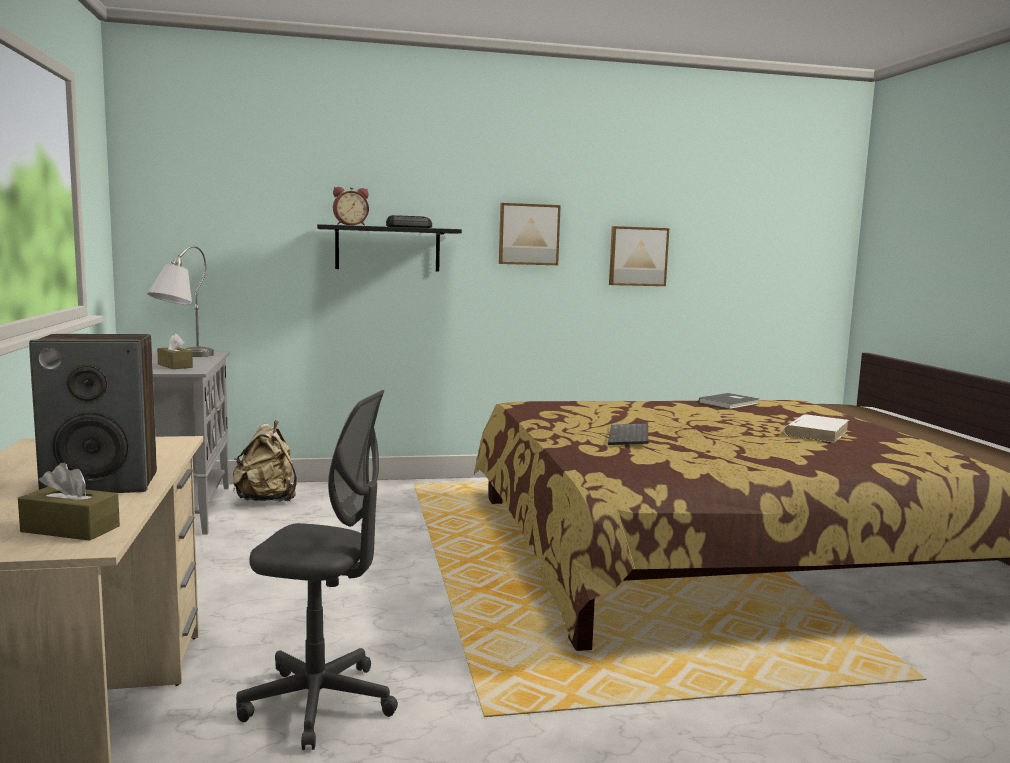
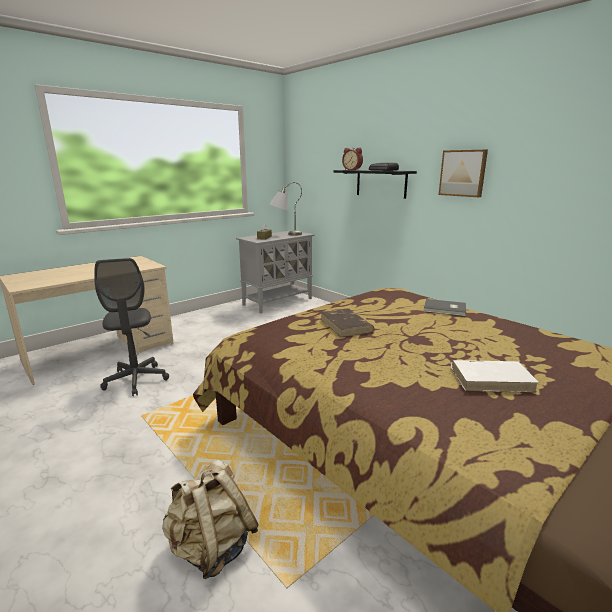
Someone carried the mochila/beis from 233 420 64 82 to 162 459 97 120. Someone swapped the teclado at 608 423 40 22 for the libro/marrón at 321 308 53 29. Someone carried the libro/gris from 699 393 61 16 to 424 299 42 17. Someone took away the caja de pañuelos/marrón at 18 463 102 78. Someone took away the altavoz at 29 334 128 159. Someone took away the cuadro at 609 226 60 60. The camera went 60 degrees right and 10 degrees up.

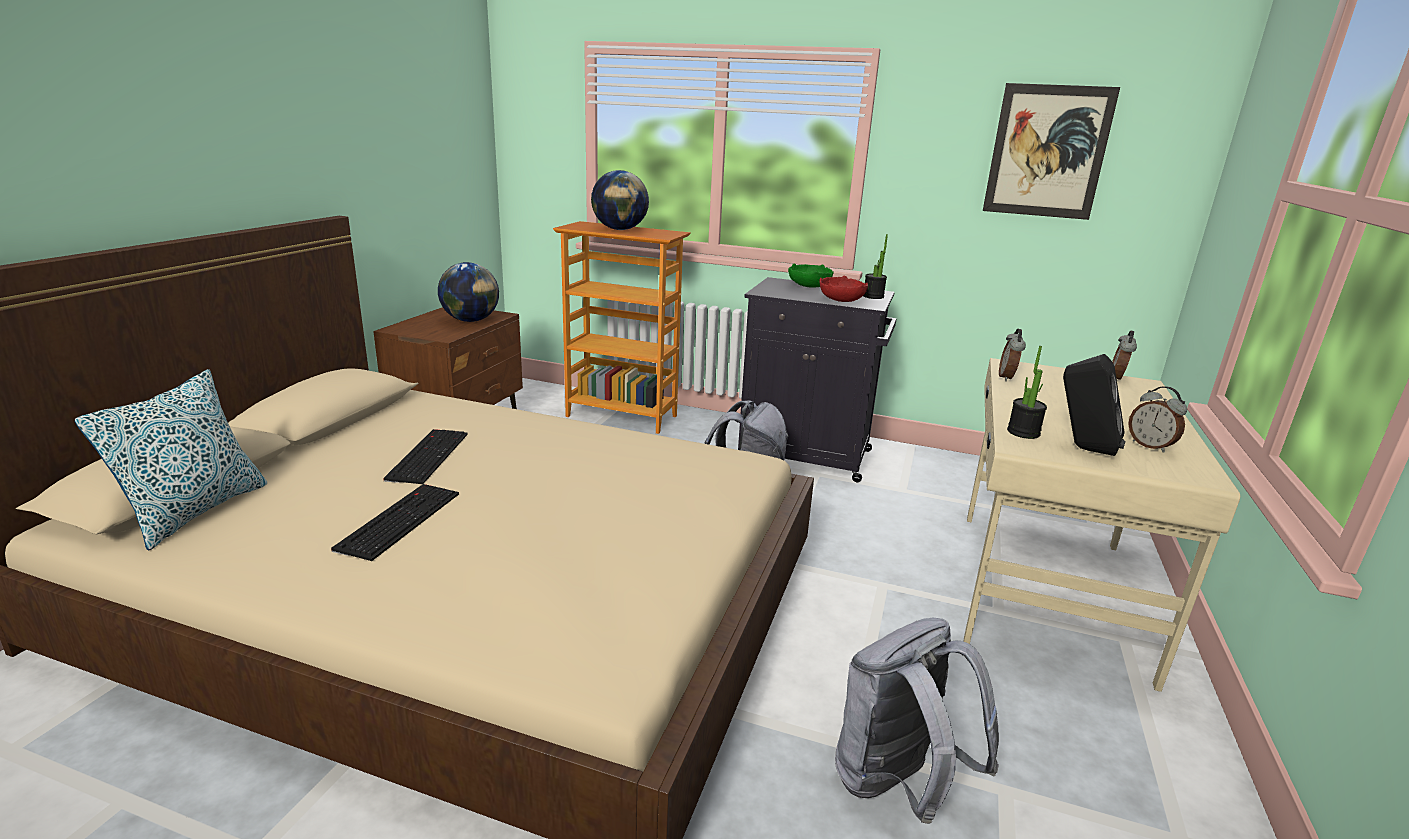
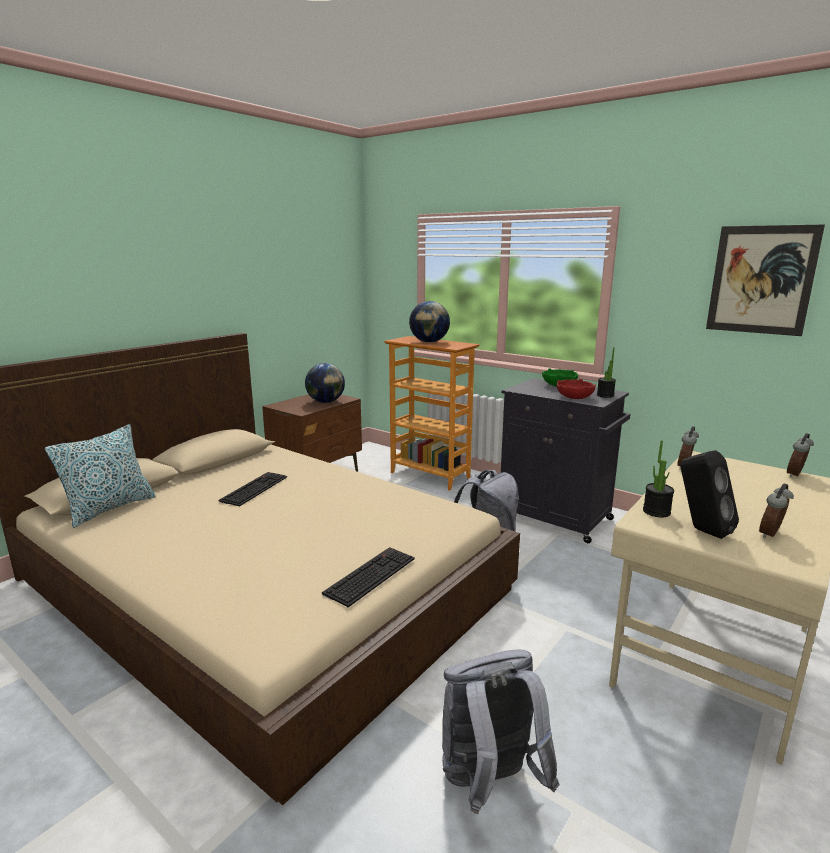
Someone carried the teclado from 331 484 128 77 to 322 547 93 60. Someone rotated the despertador at 1128 386 59 67 by 60 degrees clockwise. The camera went 20 degrees right and 5 degrees down.

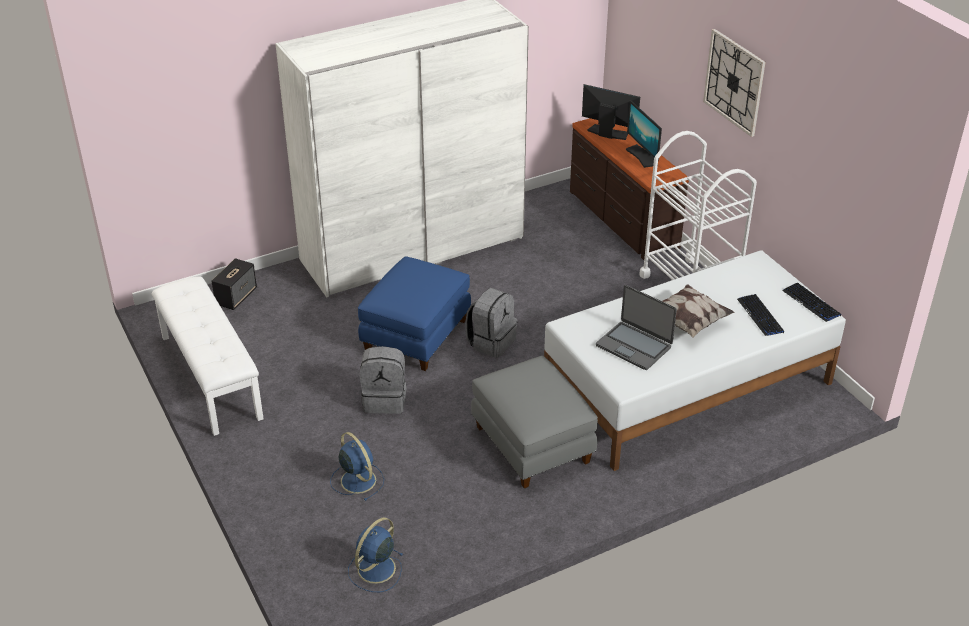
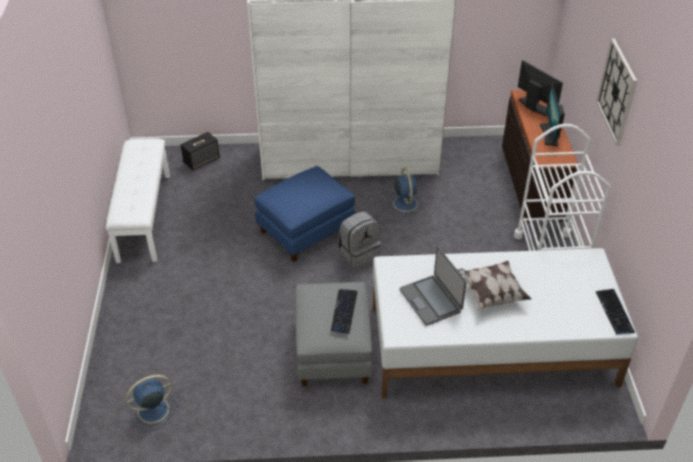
Someone carried the teclado from 737 294 47 42 to 331 289 26 44. Someone carried the ventilador/azul from 330 432 54 69 to 387 168 36 49. Someone took away the mochila/gris at 360 346 47 68. The camera went 25 degrees right and 5 degrees up.

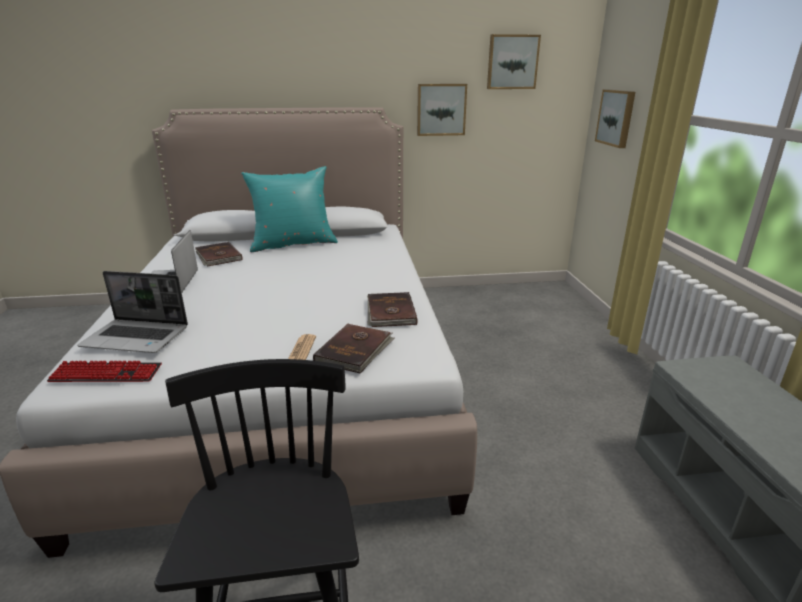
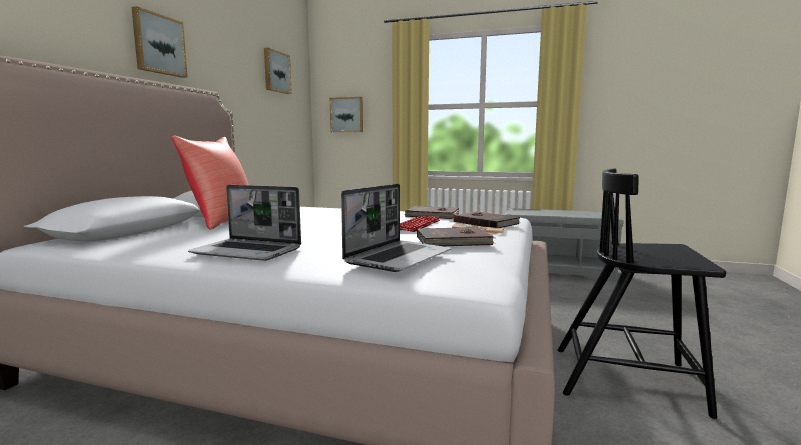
Someone carried the cuadro from 417 84 50 52 to 132 6 56 72. Someone repainted the cojín/turquesa at 241 166 97 86, which became the cojín/rojo at 172 136 77 94. Someone carried the teclado from 47 361 115 21 to 400 215 40 17. Someone carried the libro/marrón from 195 242 48 25 to 417 227 78 19. The camera went 65 degrees left and 15 degrees down.

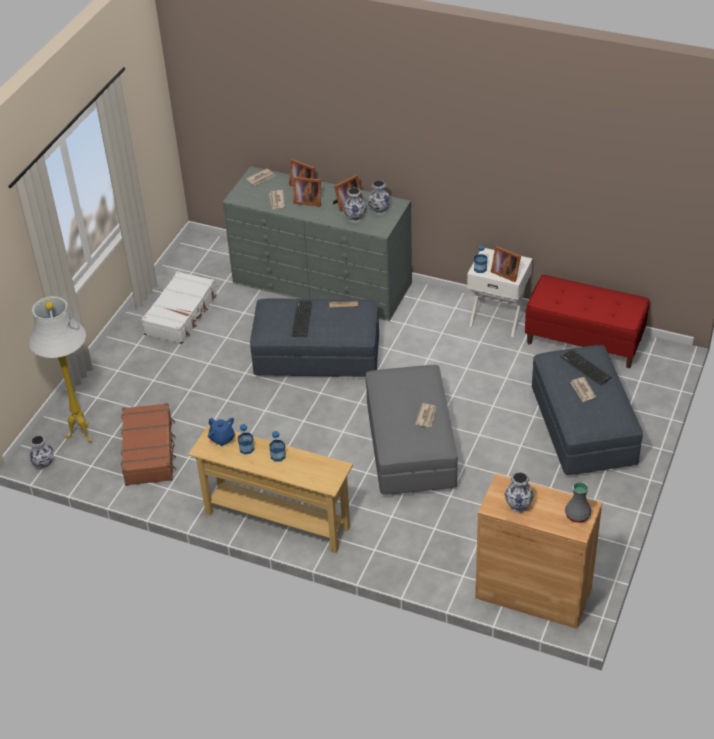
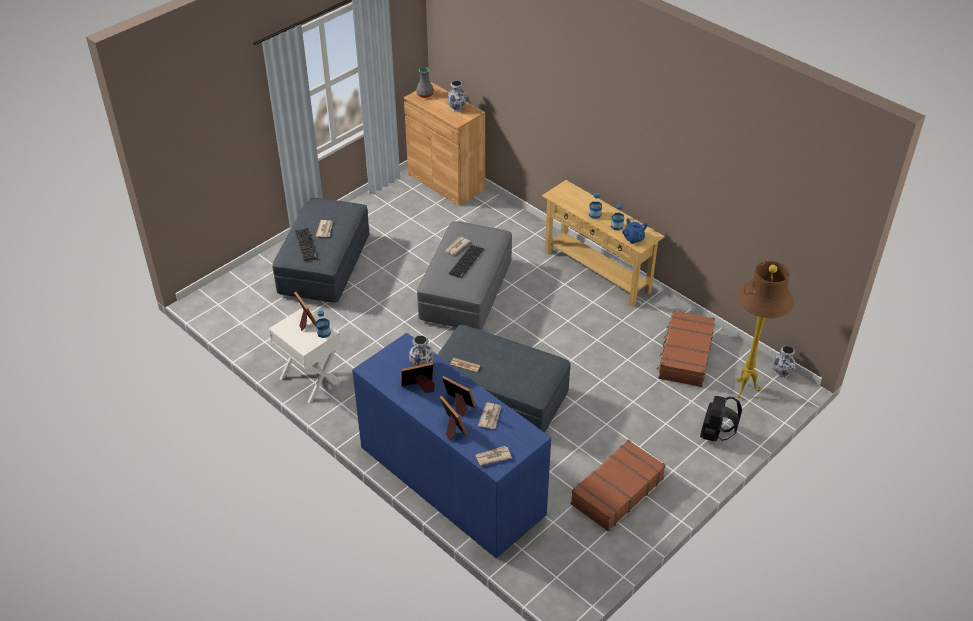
Someone repainted the cómoda/gris at 223 166 189 155, which became the cómoda/azul at 352 333 199 226. Someone carried the teclado from 292 301 20 36 to 449 245 35 33. Someone repainted the maleta/blanco at 141 271 76 73, which became the maleta/marrón at 571 440 95 91. Someone put down the mochila/negro at 700 396 42 45. Someone repainted the lámpara de pie/blanco at 29 296 63 147, which became the lámpara de pie/marrón at 736 261 58 137. Someone took away the florero at 368 180 23 35. Someone took away the banco/rojo at 525 275 125 93. The camera went 160 degrees left and 0 degrees up.

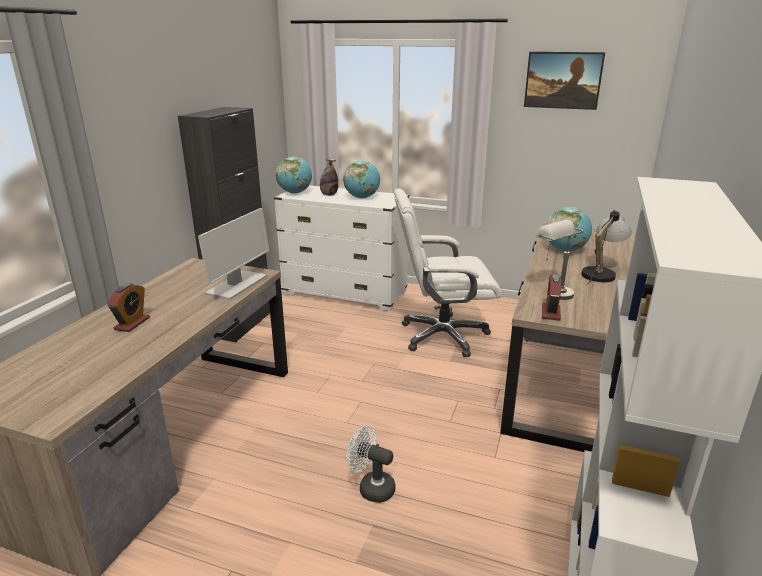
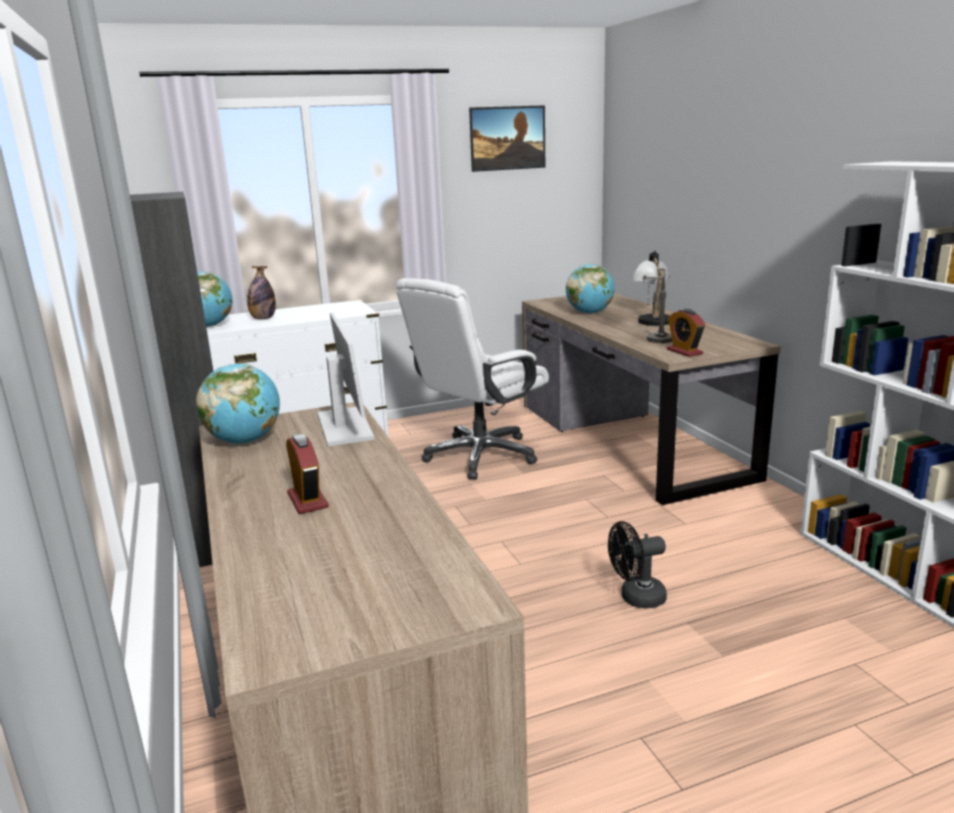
Someone carried the globo terráqueo from 343 160 37 39 to 196 363 84 81. Someone repainted the ventilador/blanco at 346 425 49 78, which became the ventilador/negro at 608 521 59 88. The camera went 40 degrees left and 5 degrees down.

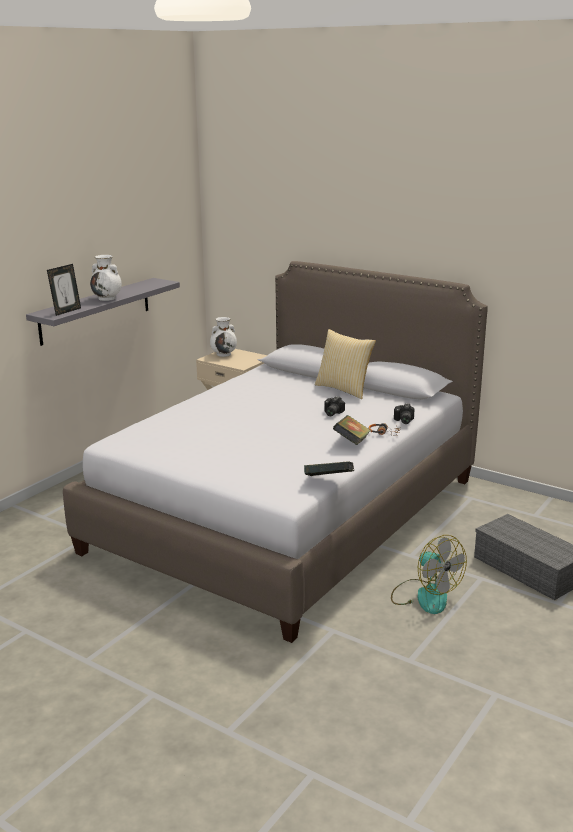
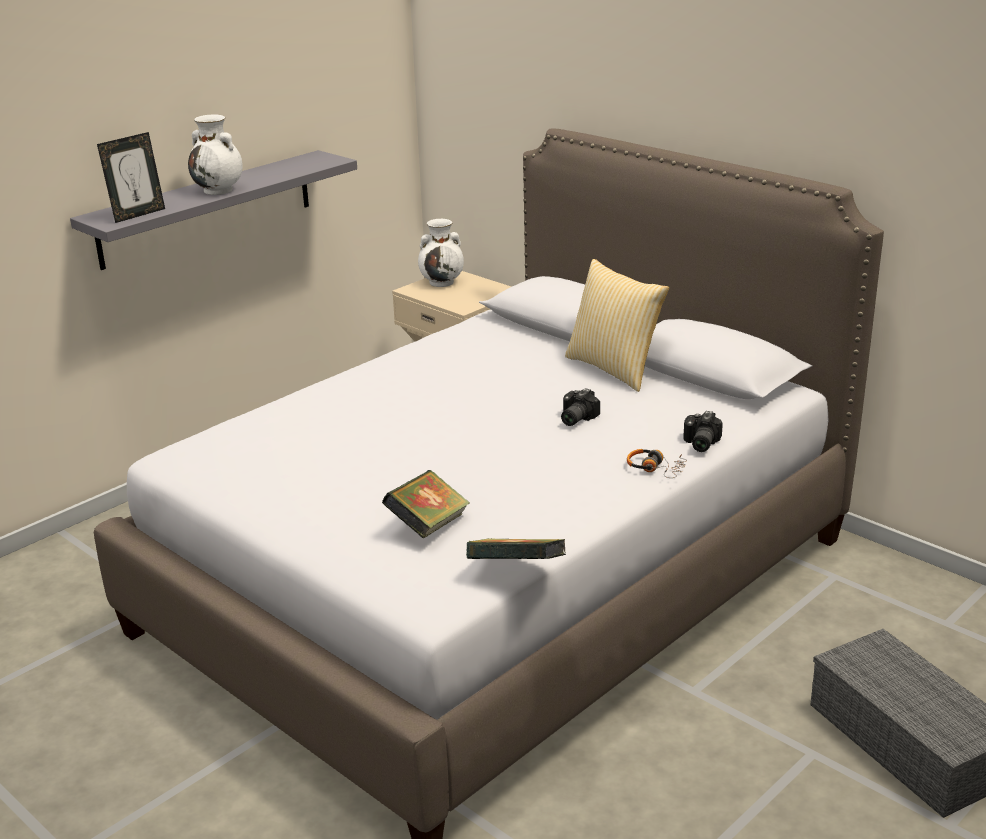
Someone carried the libro from 333 415 38 30 to 382 470 88 68. Someone took away the ventilador at 391 535 76 79. The camera went 10 degrees right and 5 degrees up.

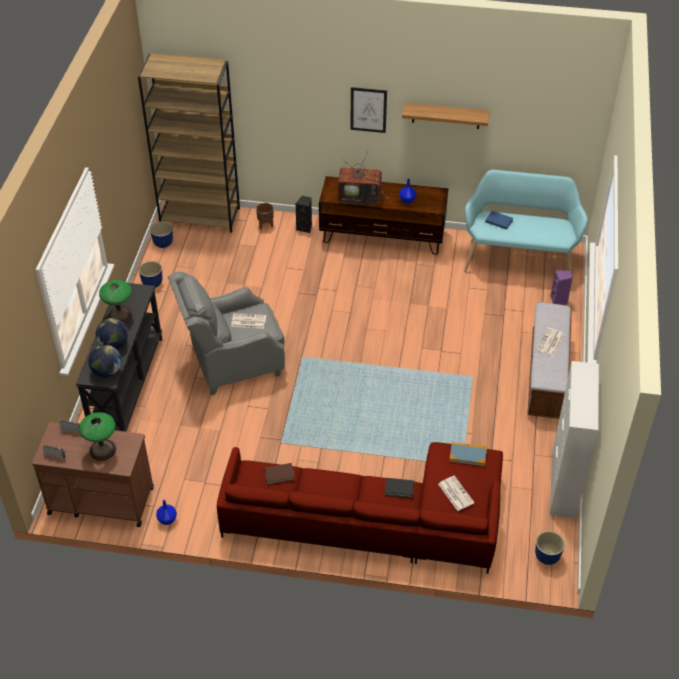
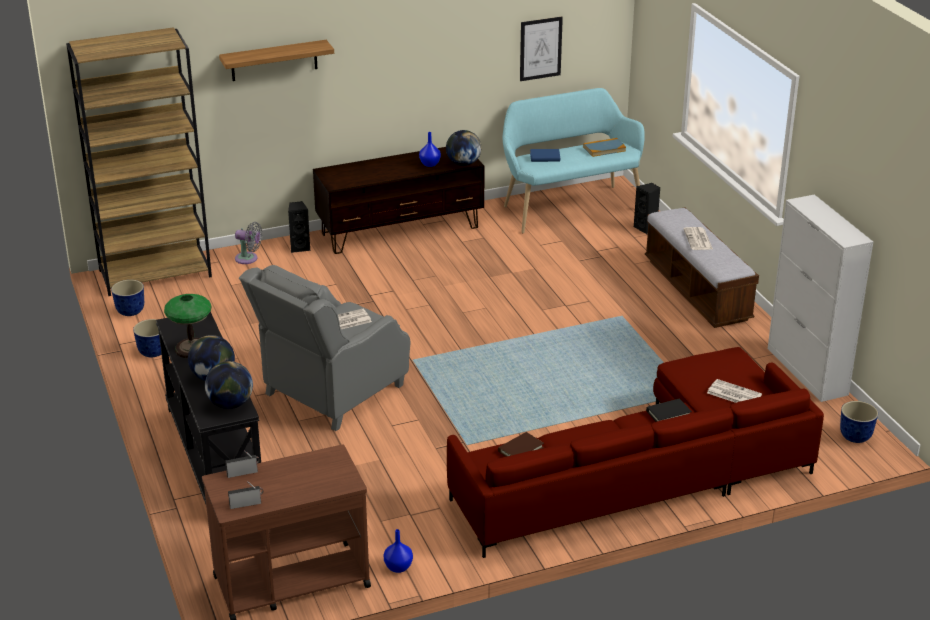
Someone carried the estante from 402 103 88 26 to 219 40 115 41. Someone swapped the maceta/marrón at 256 203 17 26 for the ventilador/gris at 235 222 27 42. Someone put down the globo terráqueo at 446 130 35 36. Someone carried the cuadro from 351 87 36 46 to 520 17 43 64. Someone carried the libro from 449 442 38 24 to 583 138 43 19. Someone repainted the altavoz/morado at 550 270 23 35, which became the altavoz/negro at 634 183 26 51. Someone took away the lámpara de mesa at 79 412 37 49. Someone took away the televisor at 338 151 51 55. The camera went 30 degrees left and 15 degrees down.

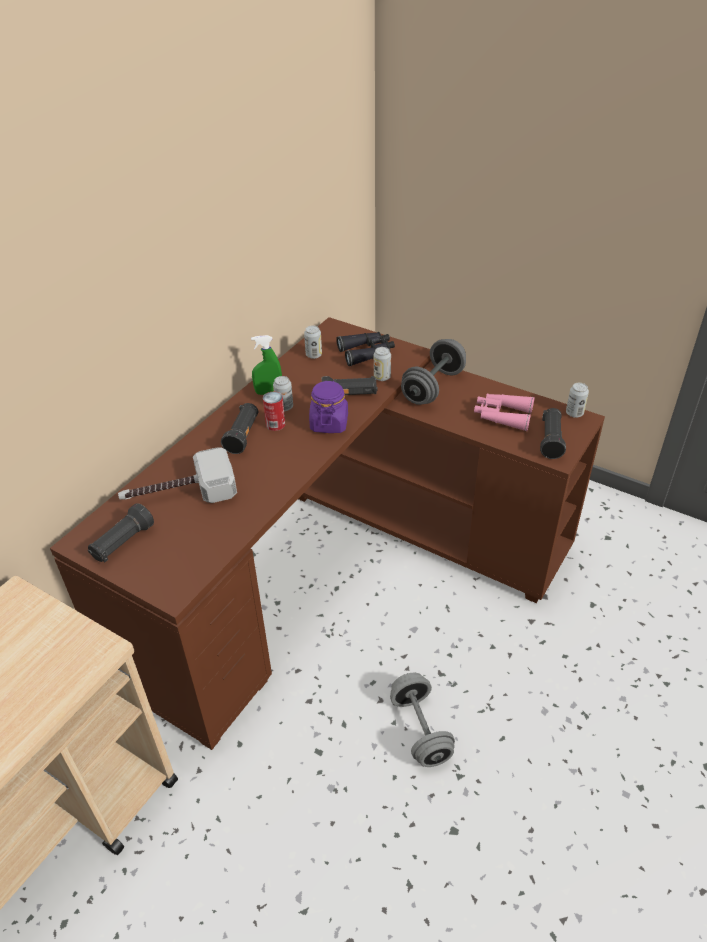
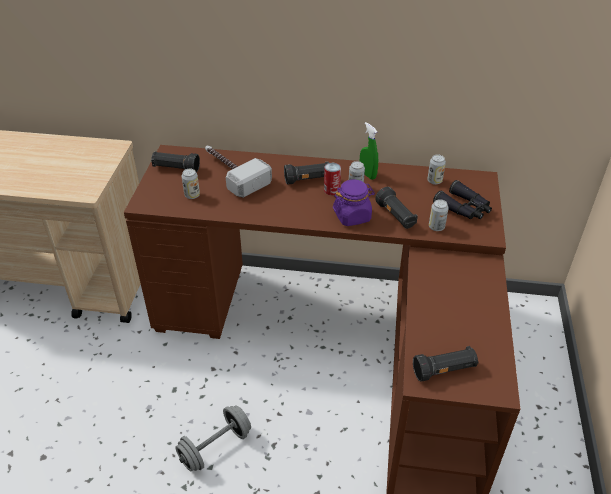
Someone carried the lata from 566 383 23 35 to 182 169 18 30. Someone took away the mancuerna/gris at 401 339 65 66. Someone took away the prismáticos/rosa at 474 393 61 38. The camera went 65 degrees right and 0 degrees up.

